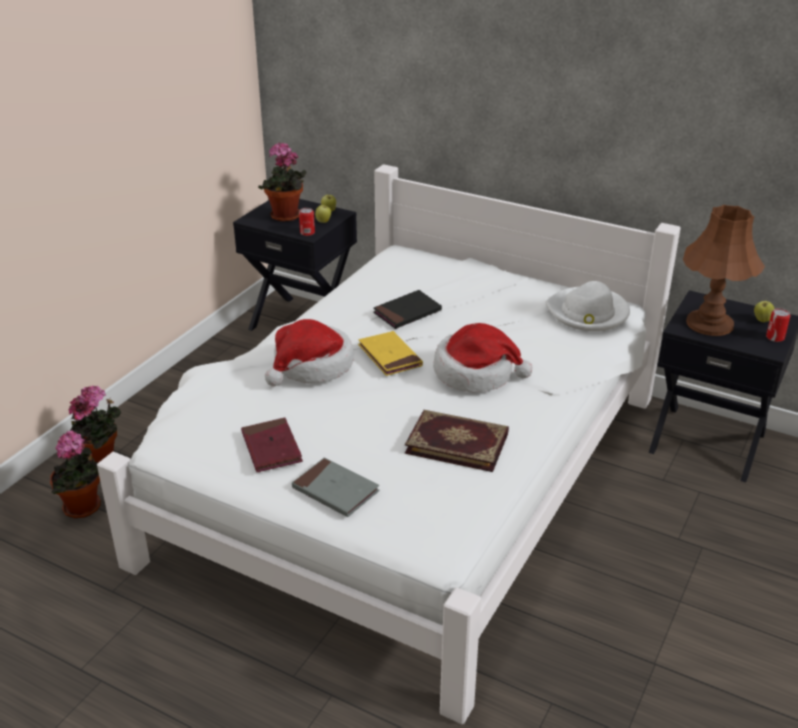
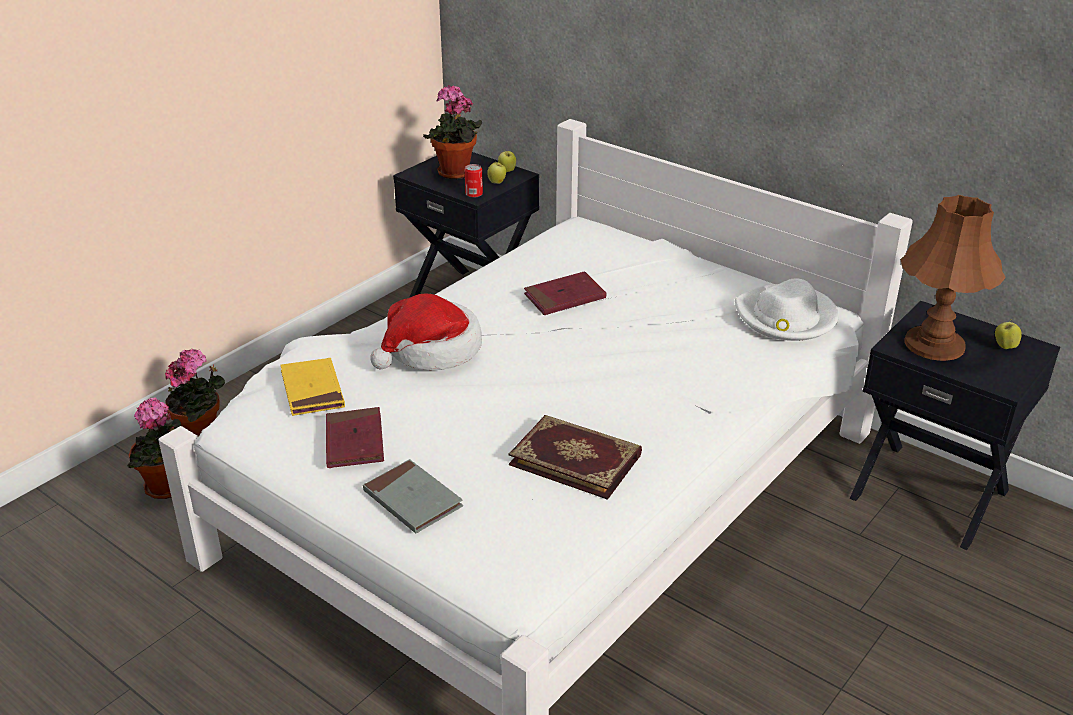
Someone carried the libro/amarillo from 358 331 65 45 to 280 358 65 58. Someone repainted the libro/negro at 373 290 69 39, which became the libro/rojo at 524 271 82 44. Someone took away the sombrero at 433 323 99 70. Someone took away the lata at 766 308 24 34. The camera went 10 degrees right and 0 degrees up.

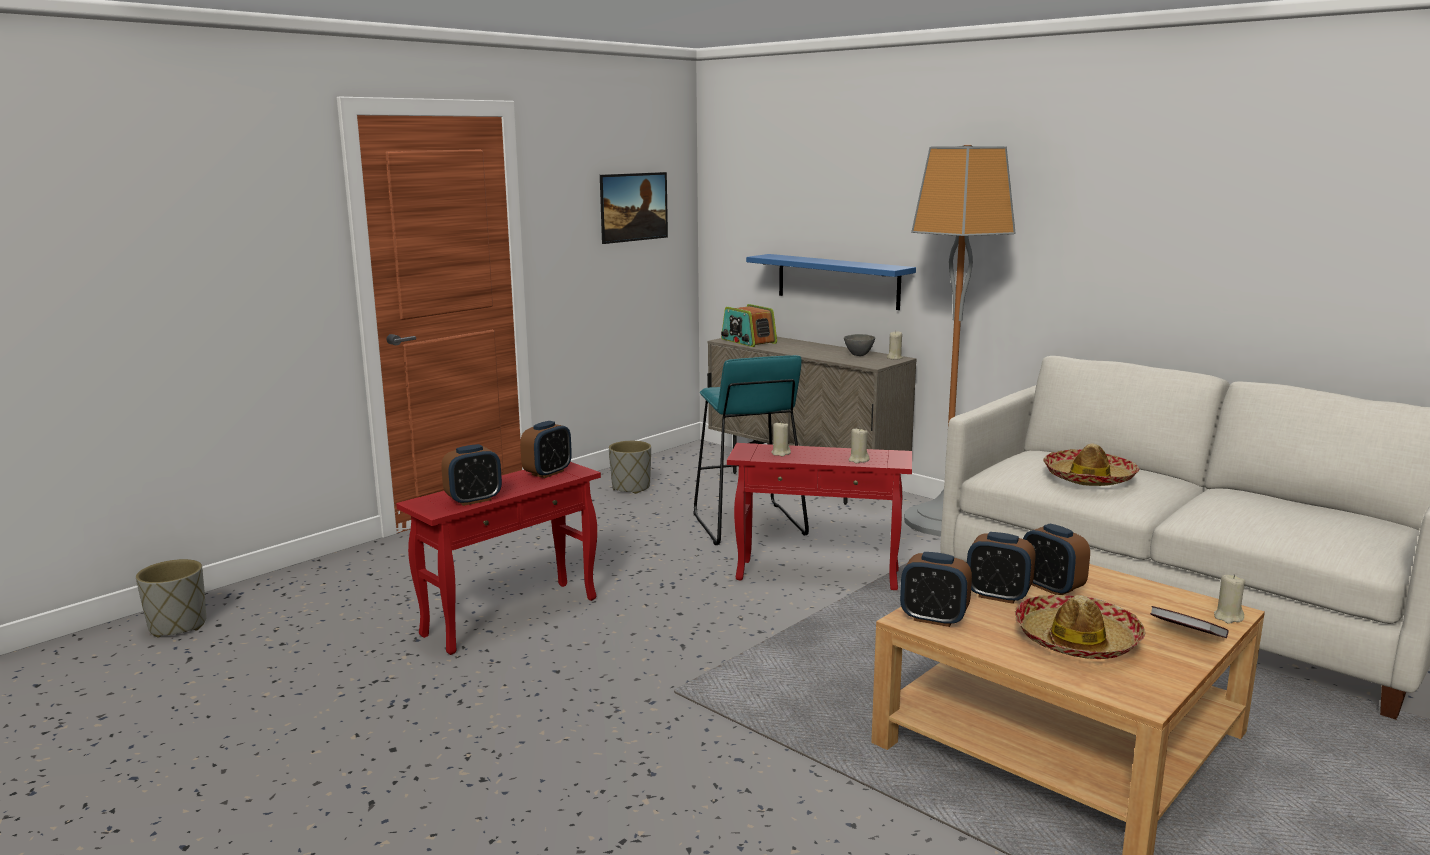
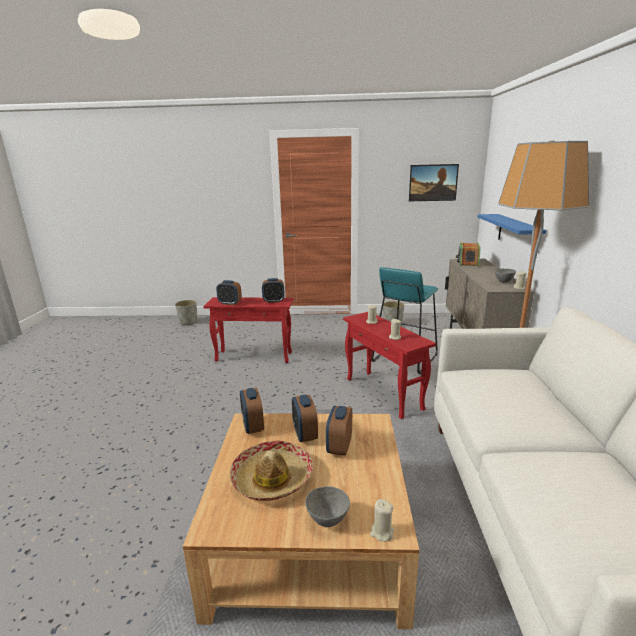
Someone swapped the libro at 1150 606 79 32 for the cuenco/gris at 305 486 45 41. Someone took away the sombrero at 1043 444 97 42. The camera went 50 degrees right and 5 degrees up.

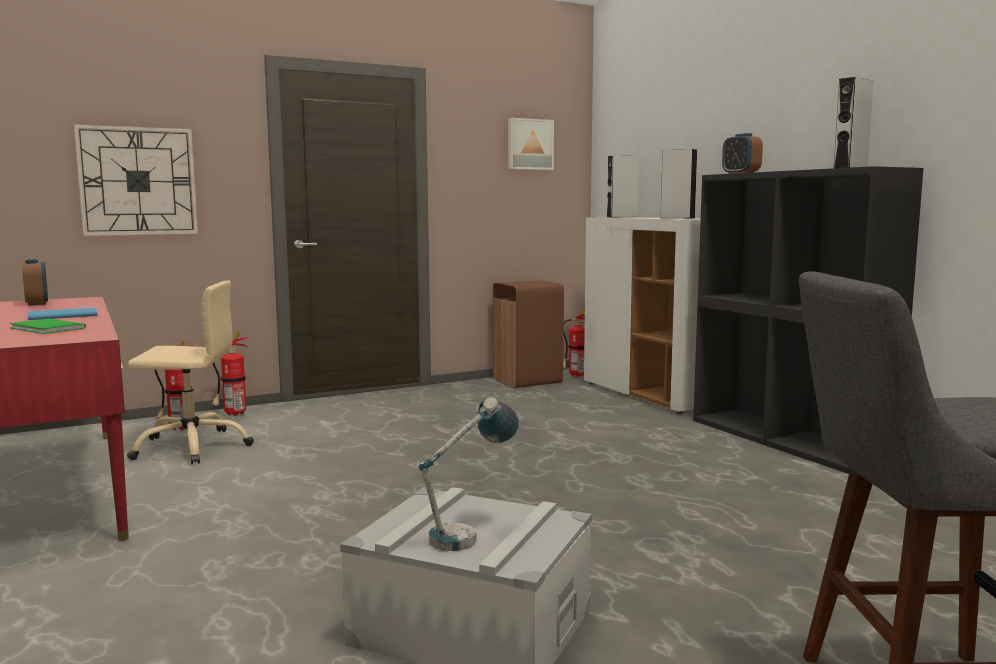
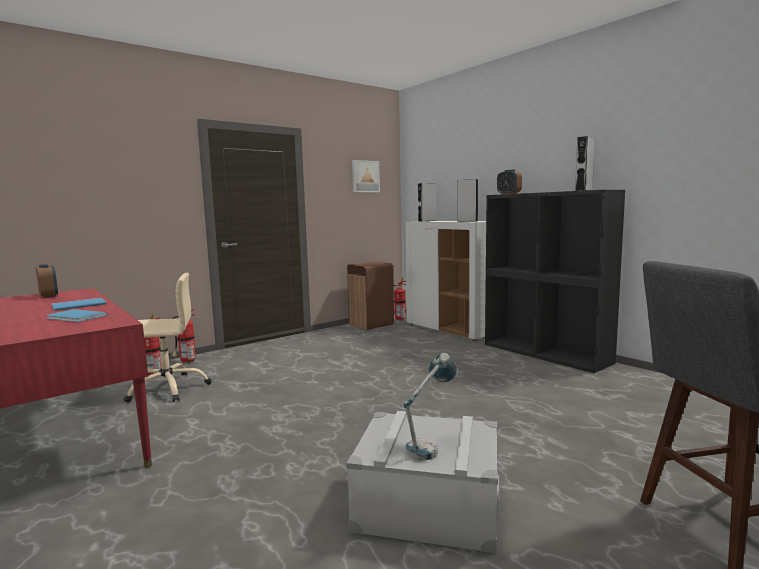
Someone repainted the libro/verde at 9 319 77 15, which became the libro/azul at 46 309 62 13. Someone took away the reloj de pared at 74 124 124 112. The camera went 10 degrees left and 0 degrees up.

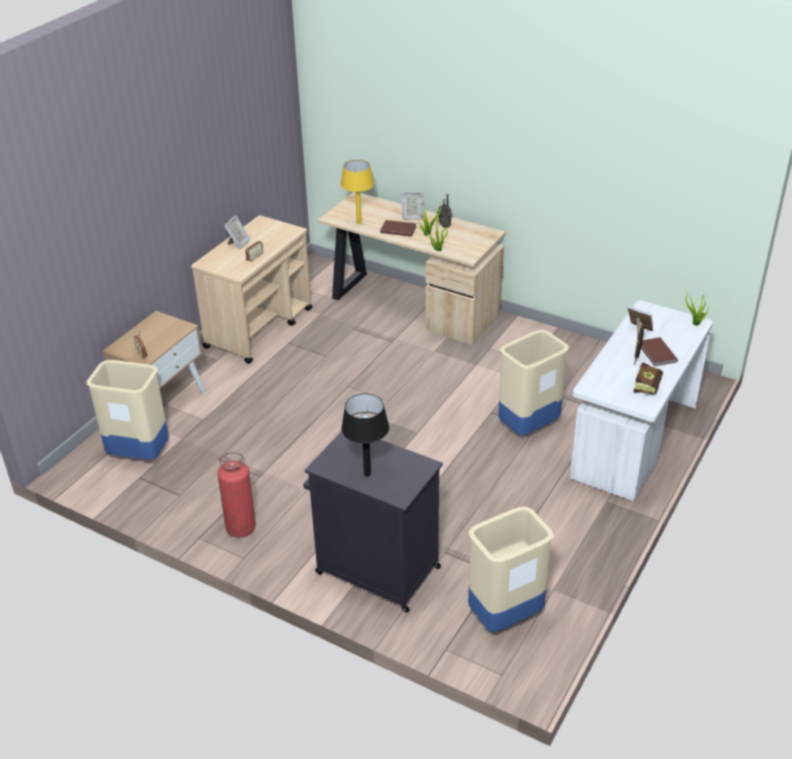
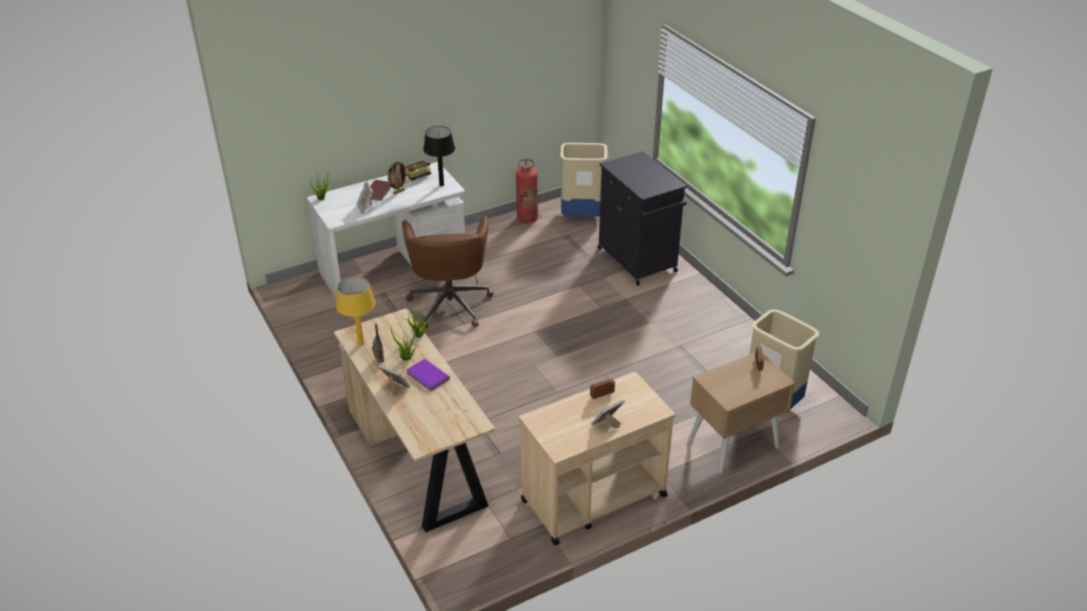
Someone carried the lámpara de mesa/amarillo from 341 160 33 64 to 336 277 39 69. Someone swapped the papelera/beis at 498 330 71 106 for the silla de oficina/marrón at 402 216 91 113. Someone repainted the libro/marrón at 380 220 37 17, which became the libro/morado at 406 359 44 32. Someone carried the lámpara de mesa/negro from 341 393 48 84 to 423 126 32 60. Someone carried the extintor from 218 452 38 86 to 516 159 22 65. The camera went 150 degrees left and 0 degrees up.

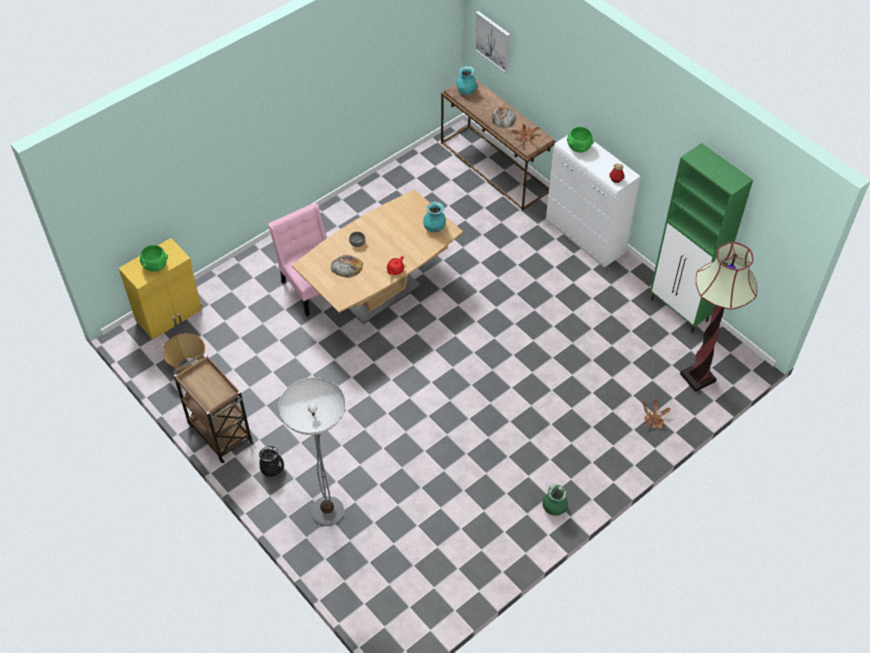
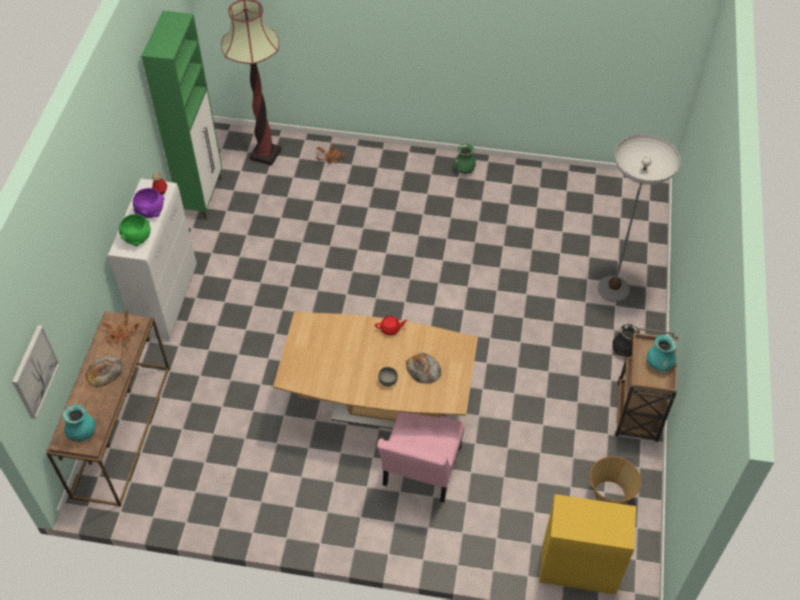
Someone put down the cuenco/morado at 133 188 32 30. Someone carried the florero/turquesa from 423 202 23 30 to 647 335 30 36. Someone took away the cuenco/verde at 140 245 28 27. The camera went 130 degrees left and 0 degrees up.

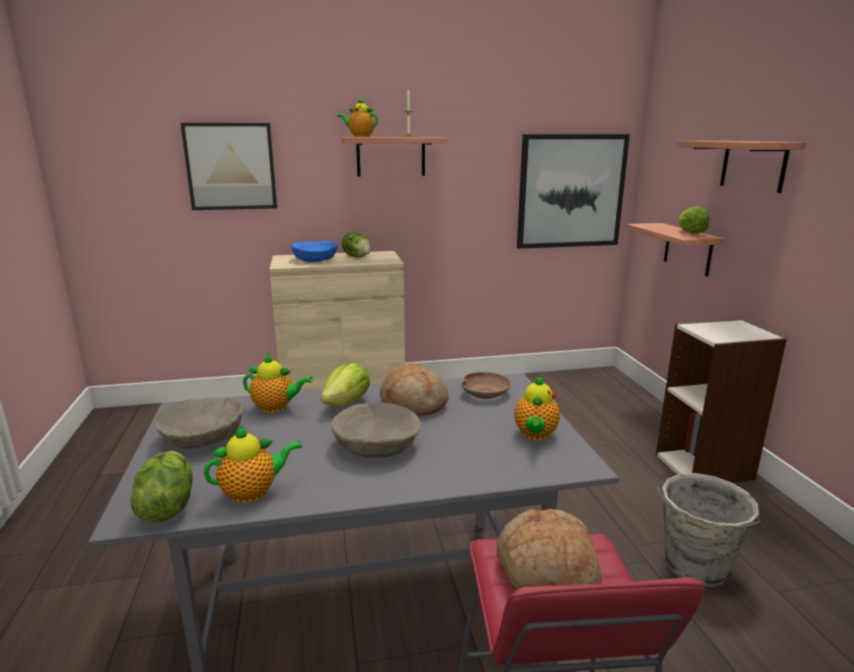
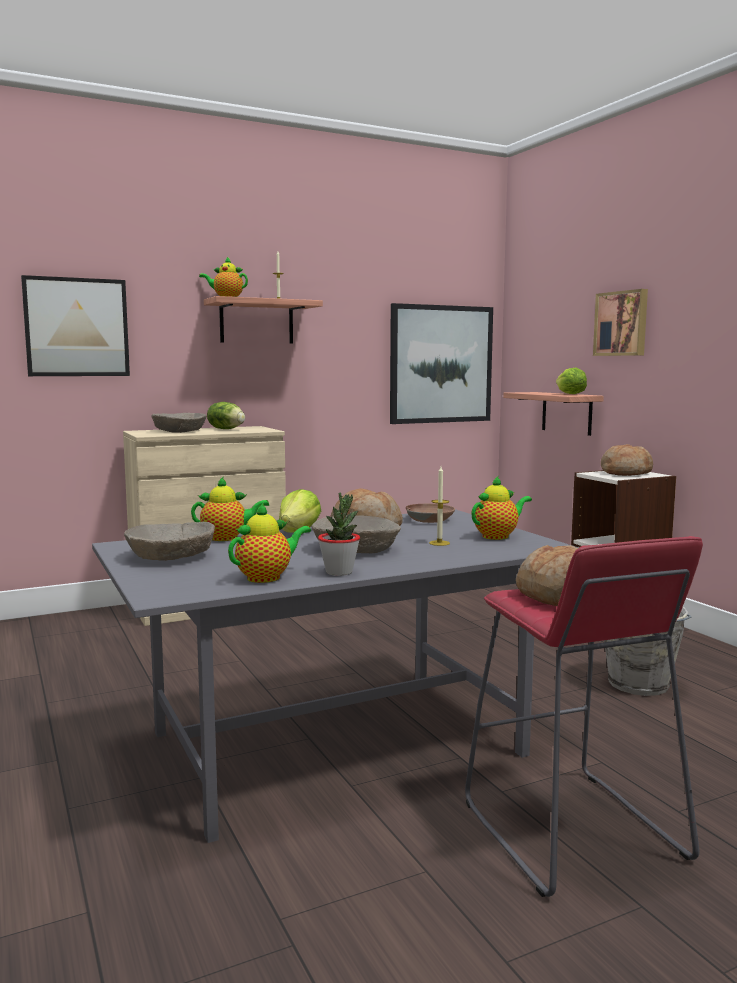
Someone repainted the cuenco/azul at 291 241 47 21, which became the cuenco/beis at 152 413 55 20. Someone put down the planta en maceta at 318 492 42 84. Someone put down the vela at 429 467 21 79. Someone rotated the tetera at 514 375 46 65 by 120 degrees counterclockwise. Someone swapped the estante at 676 141 130 52 for the cuadro at 593 289 55 67. Someone put down the pan at 601 444 52 32. Someone took away the lechuga at 130 451 63 71. The camera went 15 degrees left and 10 degrees down.

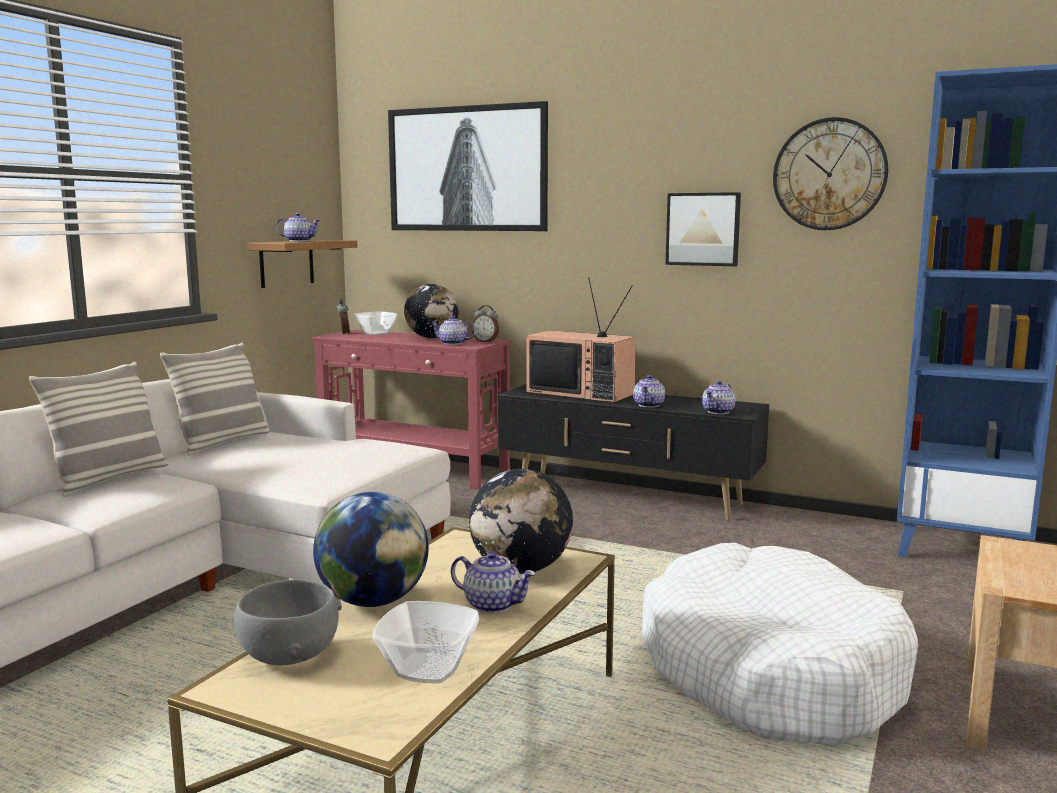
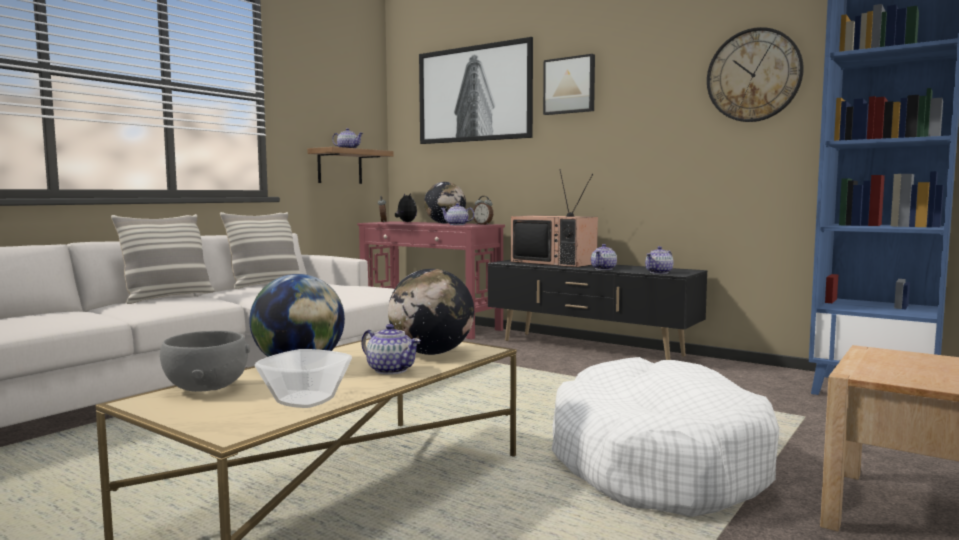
Someone swapped the cuenco at 354 311 43 24 for the peluche at 395 193 22 29. Someone carried the cuadro from 666 192 75 74 to 543 54 52 61. The camera went 10 degrees right and 5 degrees down.

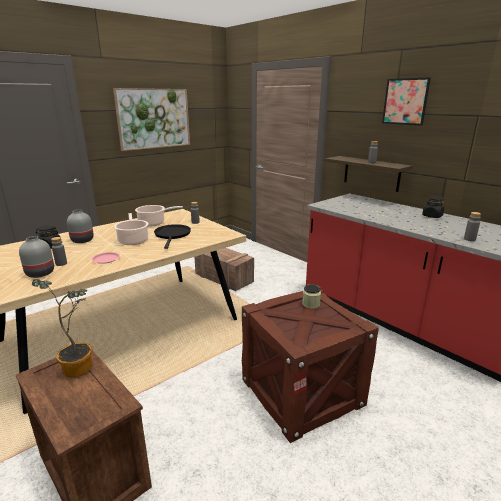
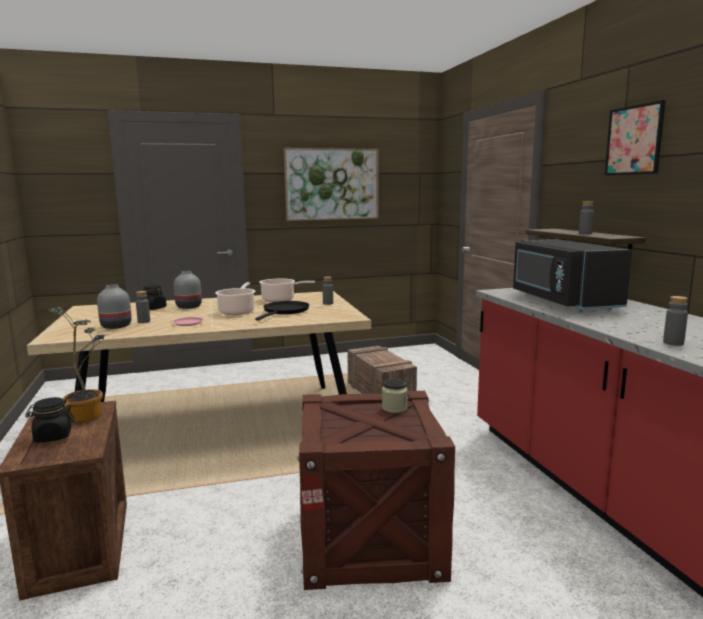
Someone carried the tarro/negro from 422 196 22 22 to 25 397 49 46. Someone put down the microondas/negro at 513 239 119 73. The camera went 25 degrees right and 10 degrees down.

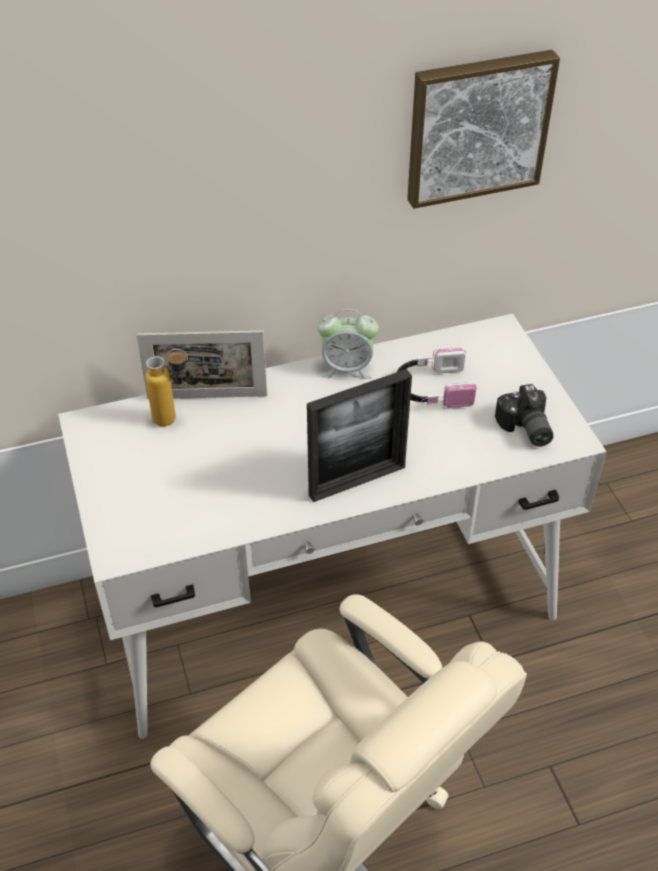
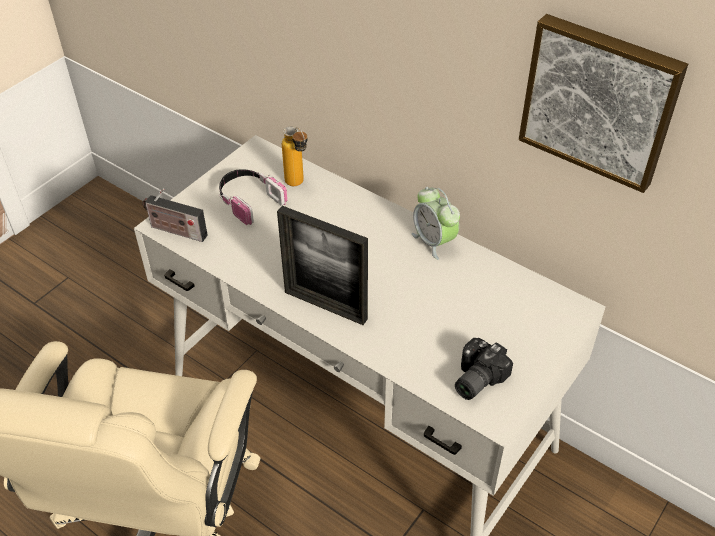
Someone put down the radio at 142 188 66 54. Someone carried the auriculares from 397 348 79 61 to 219 169 68 56. Someone took away the portarretratos at 136 331 131 68. The camera went 55 degrees right and 0 degrees up.

